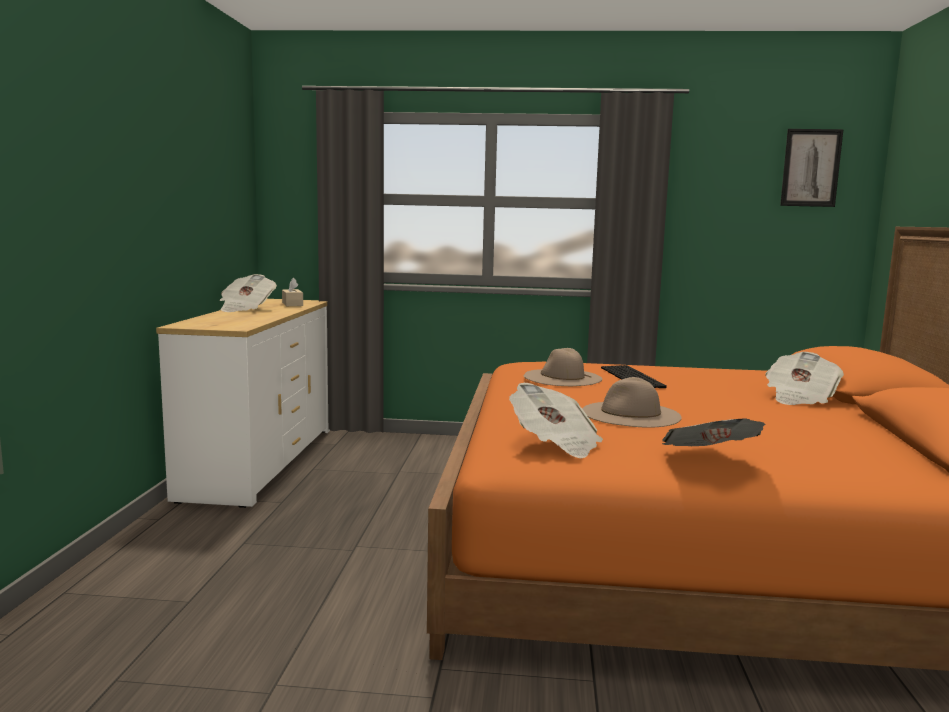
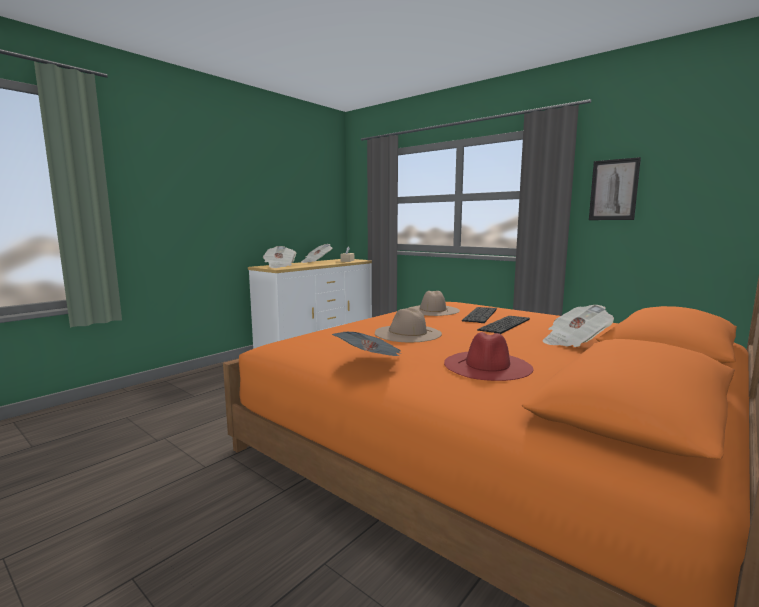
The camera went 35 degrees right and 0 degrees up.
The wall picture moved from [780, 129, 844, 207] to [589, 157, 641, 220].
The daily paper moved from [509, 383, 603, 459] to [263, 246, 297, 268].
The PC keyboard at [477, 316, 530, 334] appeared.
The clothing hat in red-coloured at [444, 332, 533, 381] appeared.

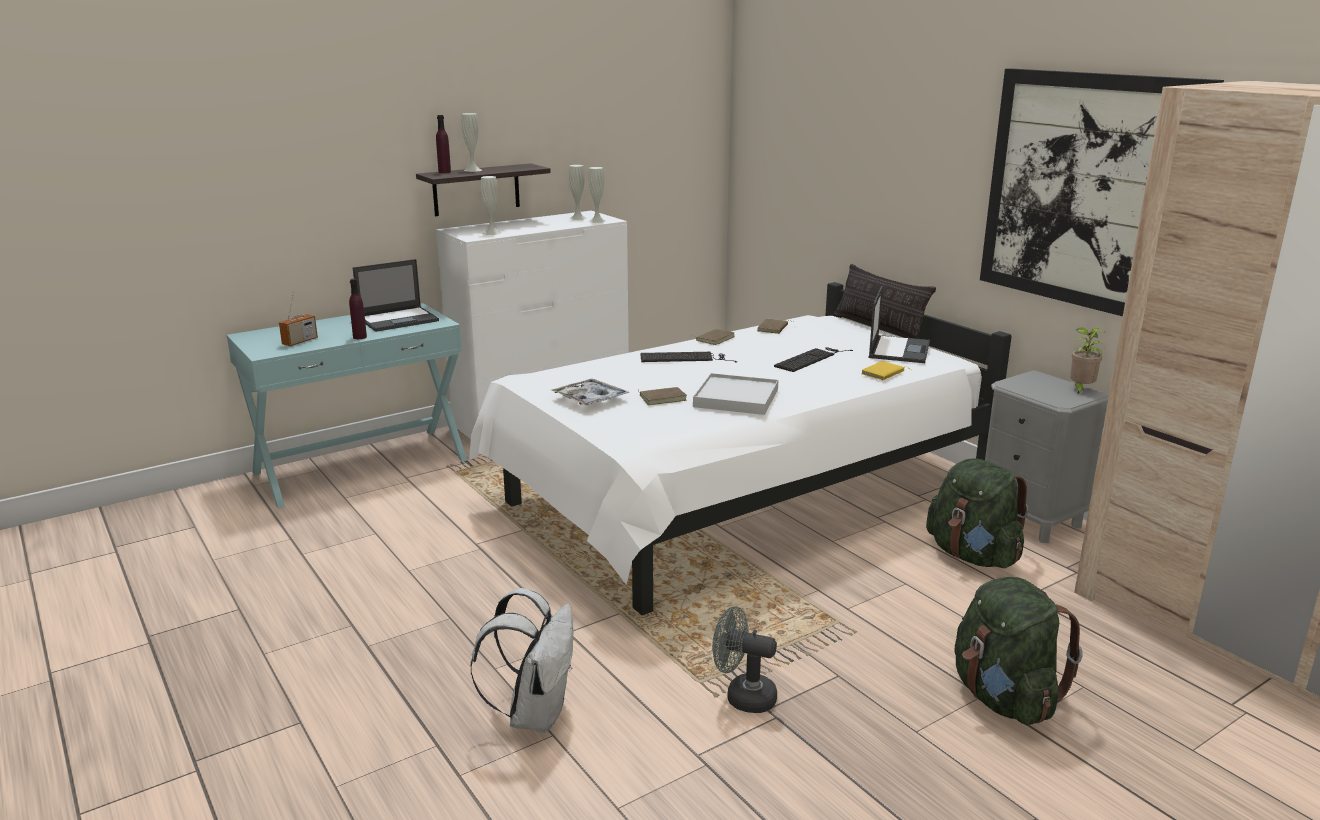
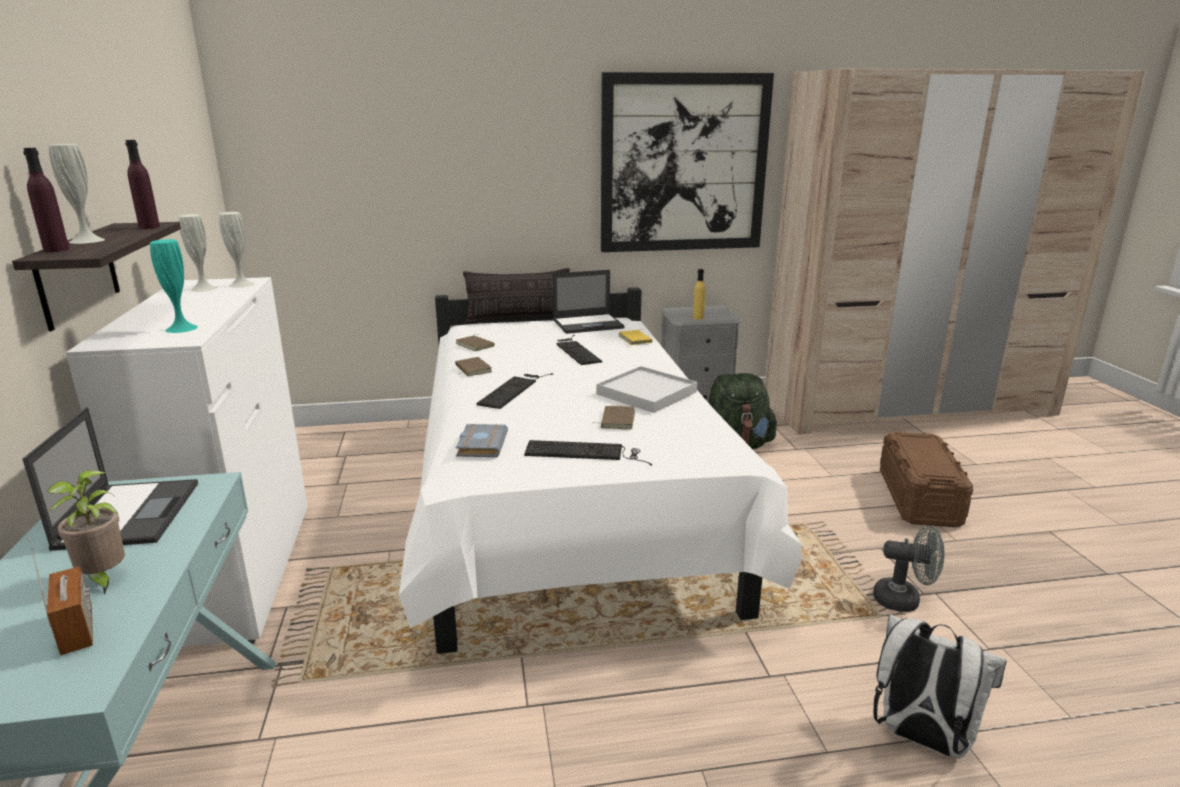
The camera went 65 degrees left and 0 degrees up.
The vase in white at [481, 176, 501, 235] became the vase in turquoise at [150, 239, 198, 333].
The drink bottle in purple-coloured moved from [349, 279, 367, 339] to [125, 140, 160, 229].
The laptop at [868, 286, 930, 363] turned 120 degrees clockwise.
The potted plant moved from [1070, 327, 1106, 394] to [46, 471, 125, 595].
The tray at [551, 379, 630, 406] was replaced by the PC keyboard at [524, 440, 652, 466].
The knapsack in green-coloured at [955, 577, 1083, 725] was replaced by the storage box in brown at [880, 431, 973, 527].
The electric fan in grey at [712, 606, 777, 713] turned 120 degrees counterclockwise.
The drink bottle in yellow at [693, 269, 705, 320] appeared.
The bound book in grey at [456, 424, 508, 457] appeared.

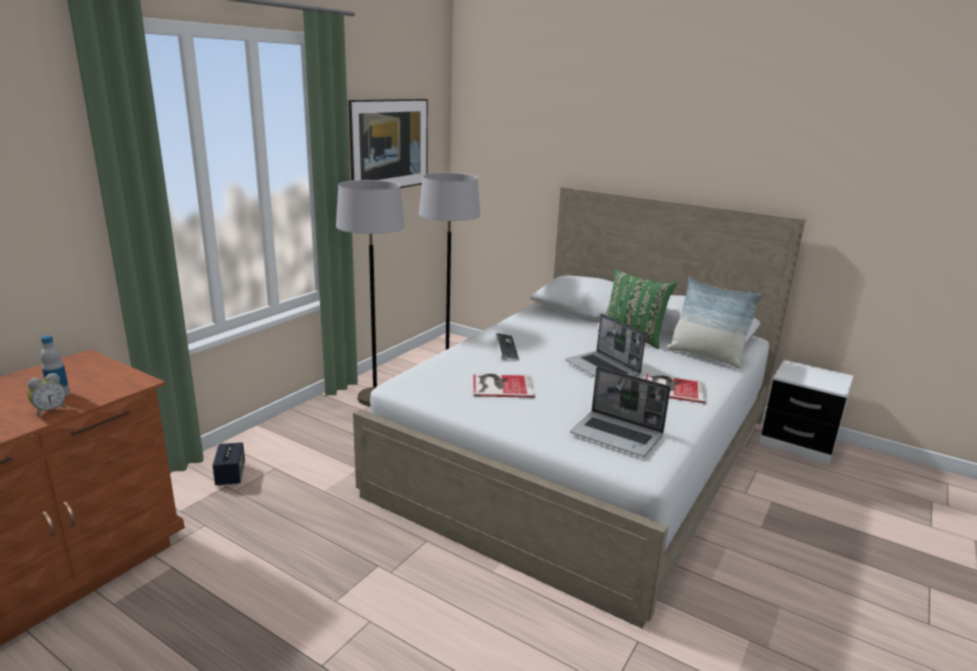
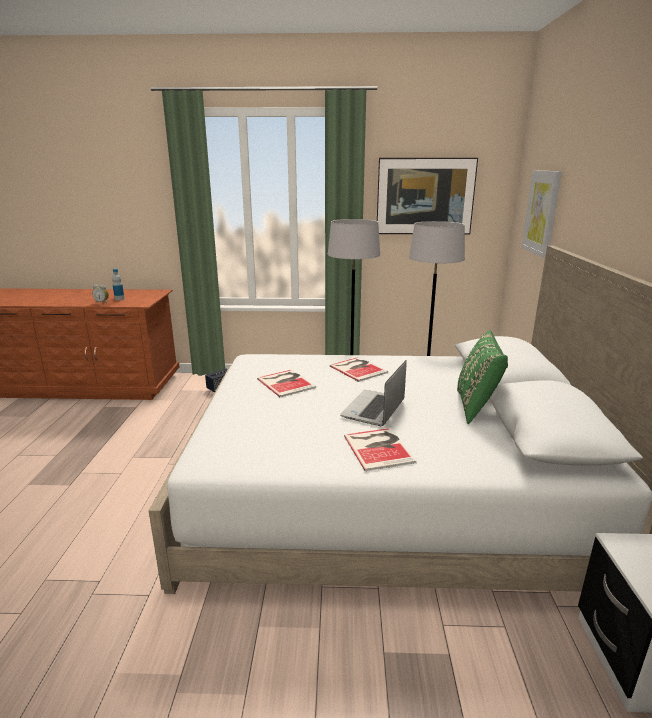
The camera went 60 degrees right and 0 degrees up.
The cushion at [667, 277, 763, 369] disappeared.
The PC keyboard at [496, 333, 519, 360] was replaced by the bound book at [330, 357, 388, 382].
The laptop at [570, 367, 670, 457] disappeared.
The wall picture at [522, 170, 562, 258] appeared.

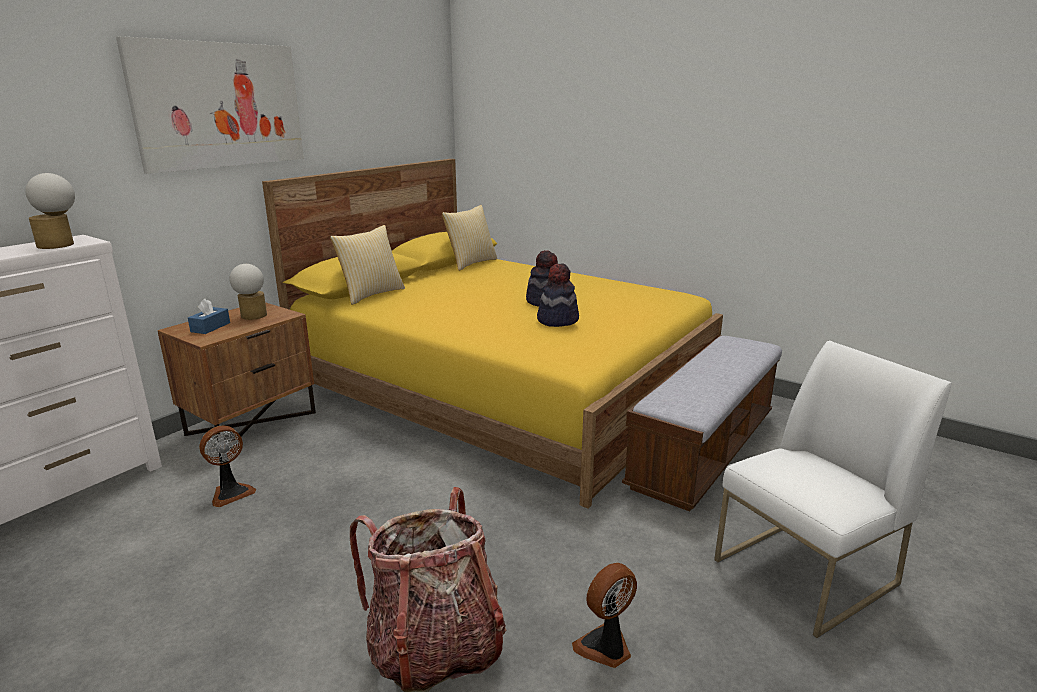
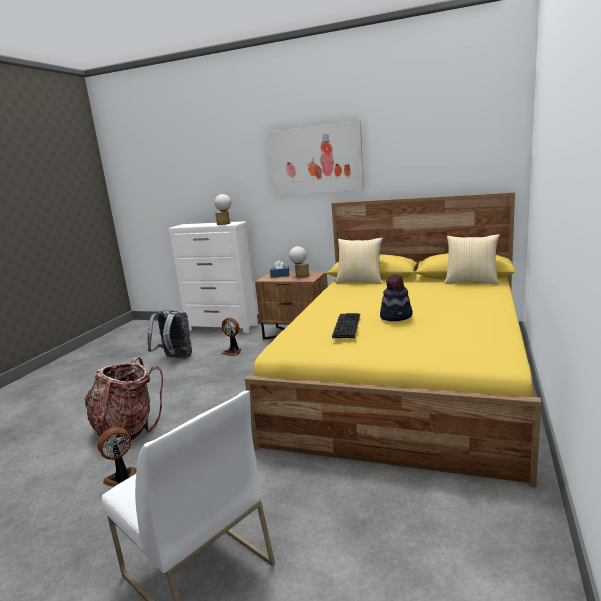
The camera went 75 degrees right and 5 degrees down.
The clothing hat at [537, 263, 579, 327] was replaced by the PC keyboard at [332, 313, 360, 339].
The bench at [622, 335, 782, 512] disappeared.
The electric fan at [572, 563, 637, 668] turned 75 degrees counterclockwise.
The knapsack in grey at [147, 310, 192, 358] appeared.

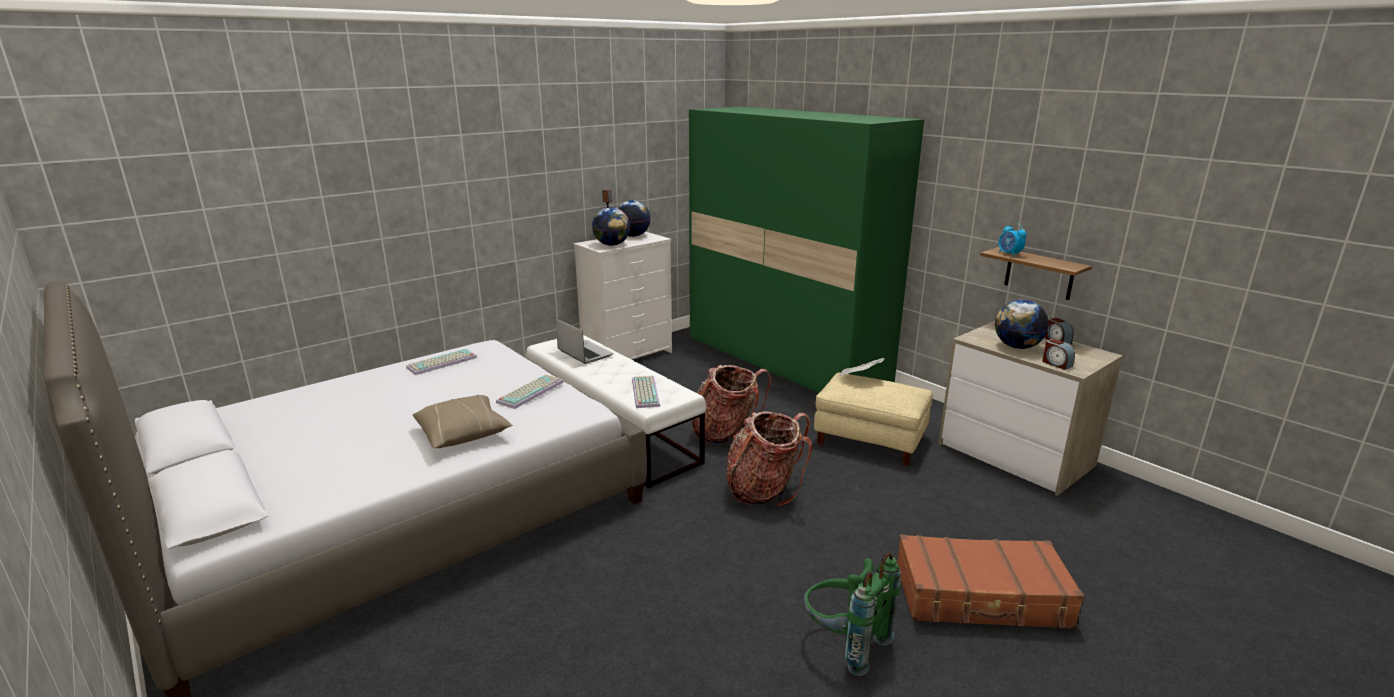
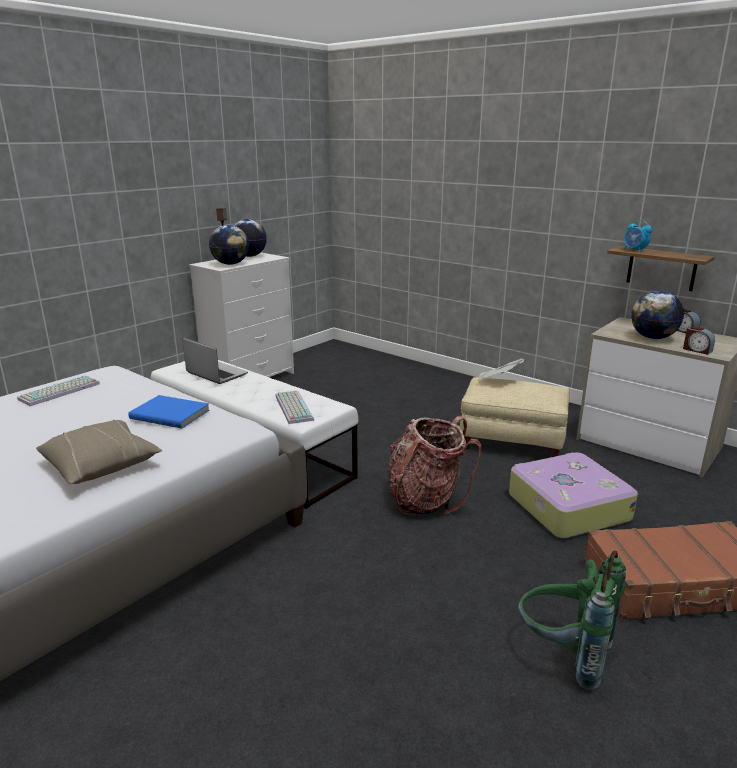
The camera went 10 degrees left and 0 degrees up.
The clothes cupboard in green-coloured at [689, 107, 924, 393] disappeared.
The knapsack at [692, 365, 771, 444] disappeared.
The PC keyboard at [496, 374, 564, 409] was replaced by the bound book in blue at [128, 395, 209, 429].
The piece of luggage at [509, 452, 638, 538] appeared.

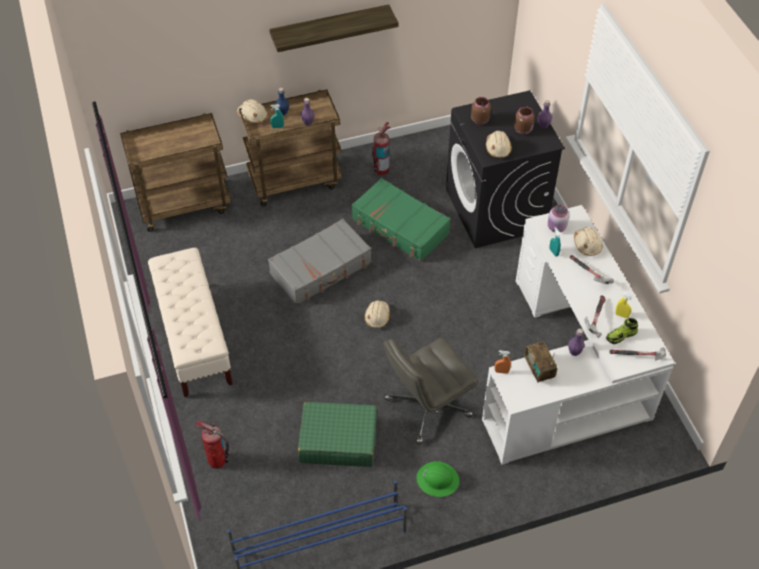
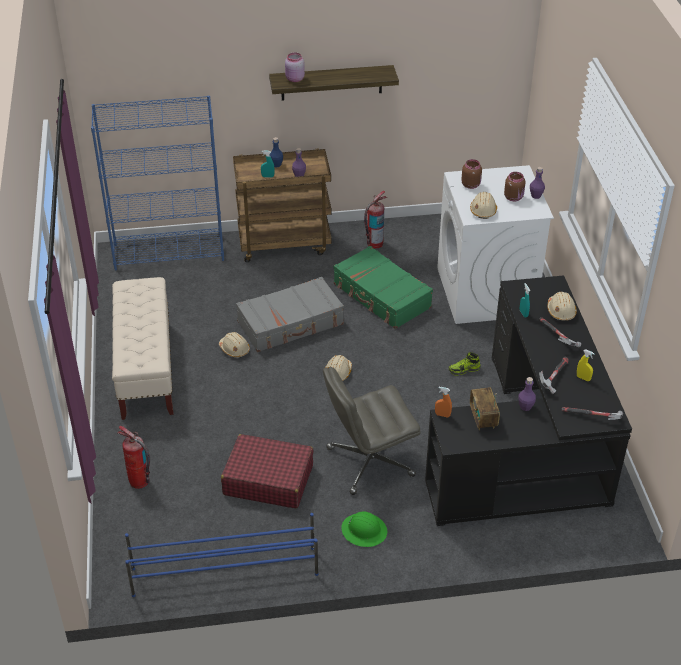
The camera went 10 degrees right and 10 degrees down.
The laundry appliance in black at [446, 90, 565, 248] became the laundry appliance in white at [437, 165, 554, 324].
The hard hat in beige-coloured moved from [237, 99, 268, 123] to [219, 332, 250, 358].
The cart in brown at [120, 113, 231, 232] was replaced by the bookshelf in blue at [91, 96, 224, 270].
The desk unit in white at [482, 205, 675, 465] became the desk unit in black at [425, 275, 632, 526].
The preserve jar in pink moved from [548, 205, 569, 233] to [285, 53, 305, 82].
The shoe moved from [606, 318, 638, 344] to [449, 352, 481, 375].
The piece of luggage in green-coloured at [298, 402, 377, 467] became the piece of luggage in red-coloured at [221, 434, 314, 508].

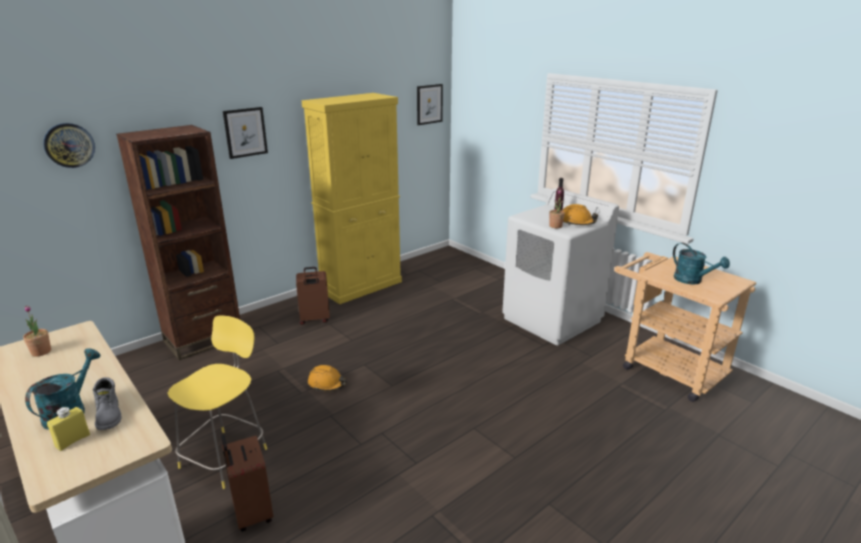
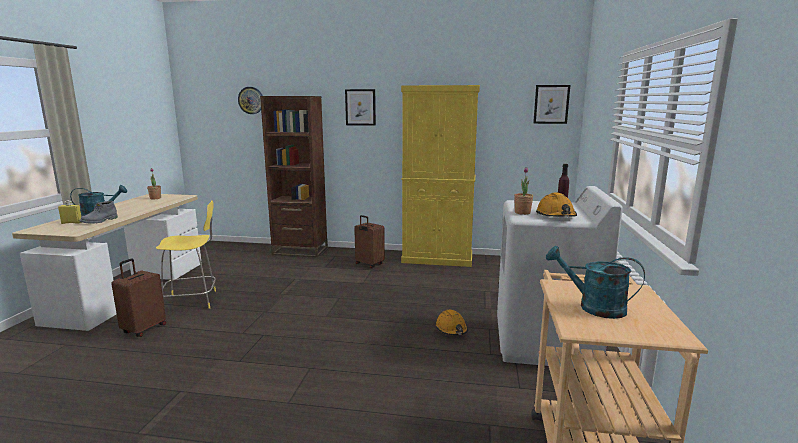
The camera went 50 degrees right and 10 degrees down.
The sprinkling can in turquoise at [673, 243, 730, 285] turned 105 degrees clockwise.
The hard hat in orange-coloured moved from [308, 365, 347, 391] to [436, 309, 468, 335].

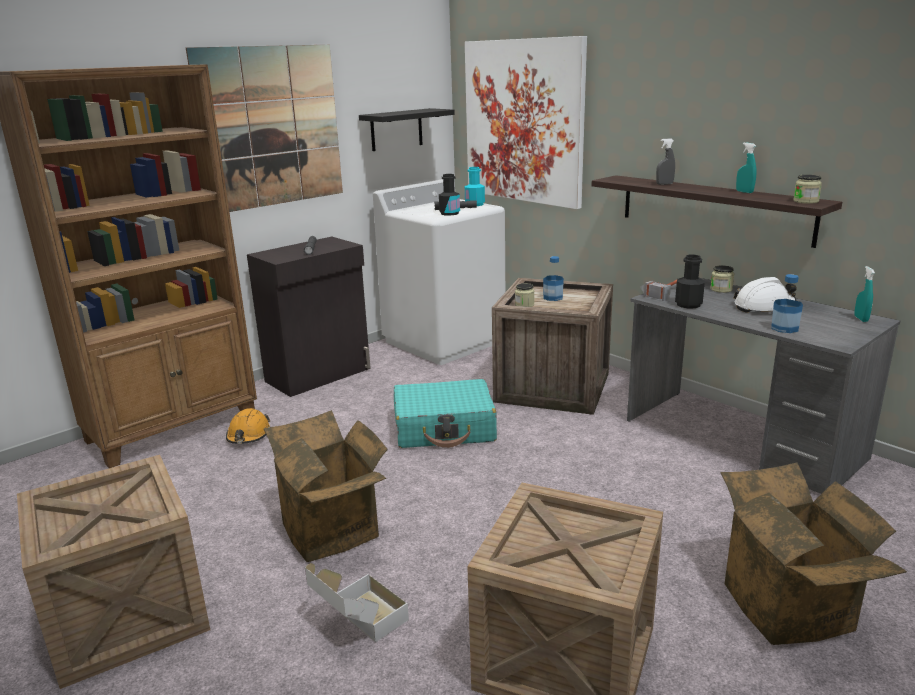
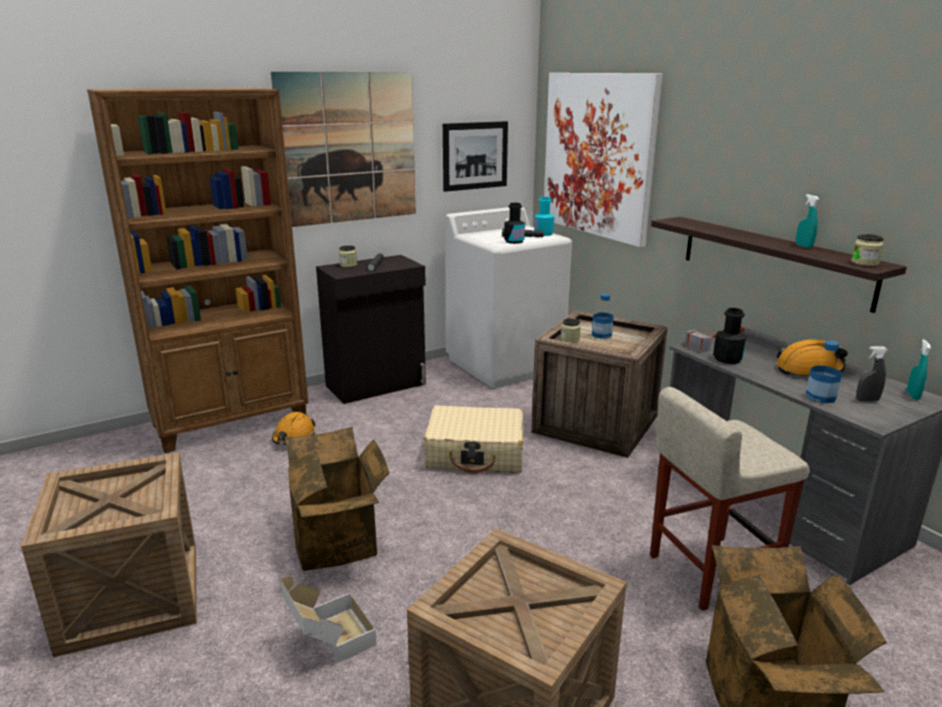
The camera went 10 degrees right and 0 degrees up.
The wall shelf in black at [359, 108, 455, 151] was replaced by the wall picture at [443, 121, 508, 192].
The hand sprayer in grey moved from [656, 138, 675, 185] to [856, 346, 888, 402].
The preserve jar moved from [710, 265, 734, 293] to [339, 245, 357, 267].
The hard hat in white at [734, 277, 797, 313] became the hard hat in orange-coloured at [776, 339, 848, 376].
The piece of luggage in turquoise at [394, 379, 497, 448] became the piece of luggage in beige-coloured at [424, 405, 524, 474].
The stool in beige-coloured at [650, 387, 810, 611] appeared.

